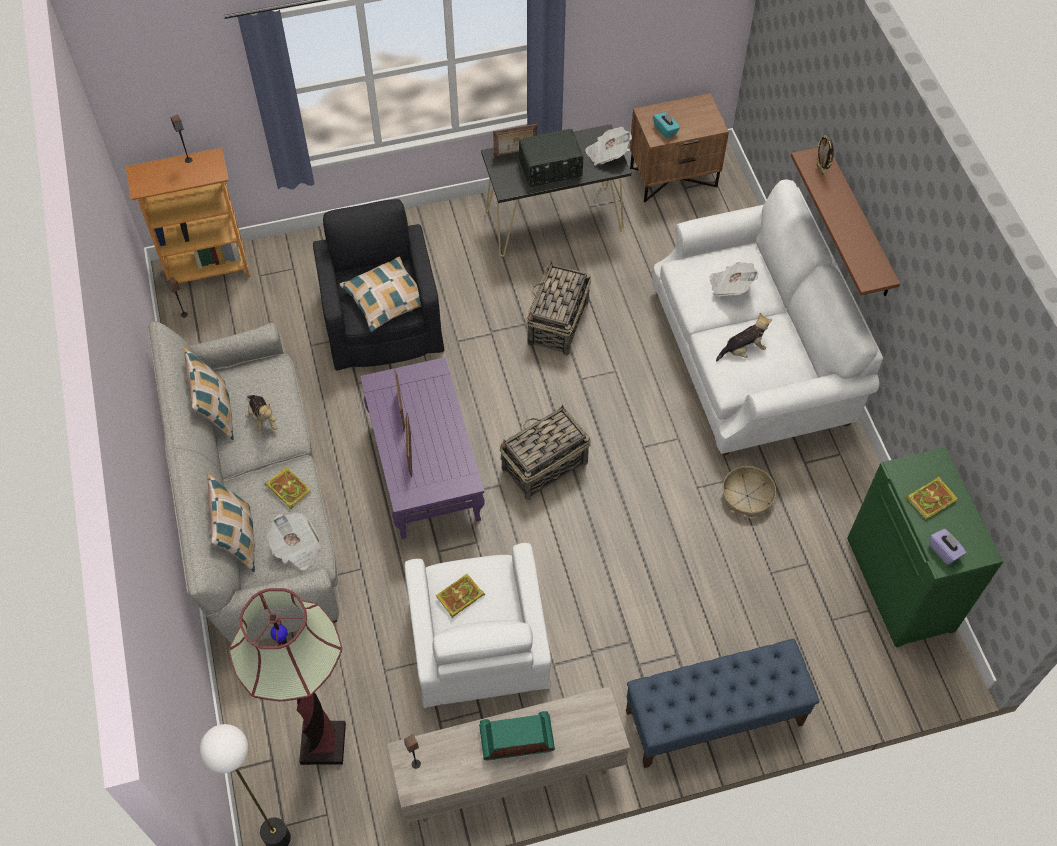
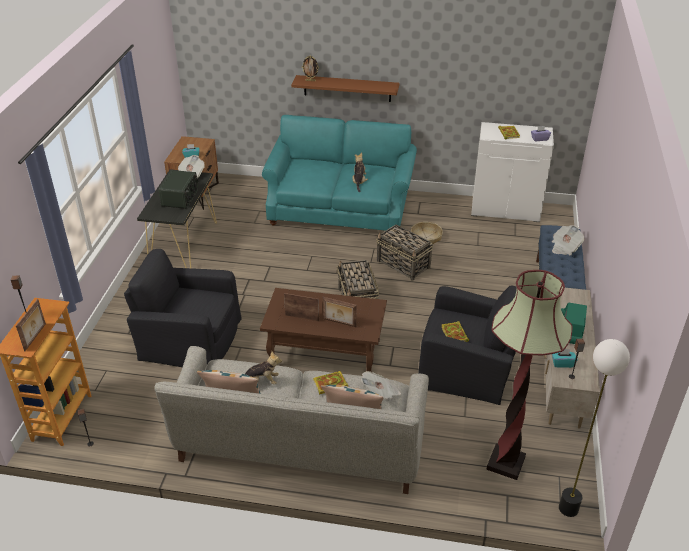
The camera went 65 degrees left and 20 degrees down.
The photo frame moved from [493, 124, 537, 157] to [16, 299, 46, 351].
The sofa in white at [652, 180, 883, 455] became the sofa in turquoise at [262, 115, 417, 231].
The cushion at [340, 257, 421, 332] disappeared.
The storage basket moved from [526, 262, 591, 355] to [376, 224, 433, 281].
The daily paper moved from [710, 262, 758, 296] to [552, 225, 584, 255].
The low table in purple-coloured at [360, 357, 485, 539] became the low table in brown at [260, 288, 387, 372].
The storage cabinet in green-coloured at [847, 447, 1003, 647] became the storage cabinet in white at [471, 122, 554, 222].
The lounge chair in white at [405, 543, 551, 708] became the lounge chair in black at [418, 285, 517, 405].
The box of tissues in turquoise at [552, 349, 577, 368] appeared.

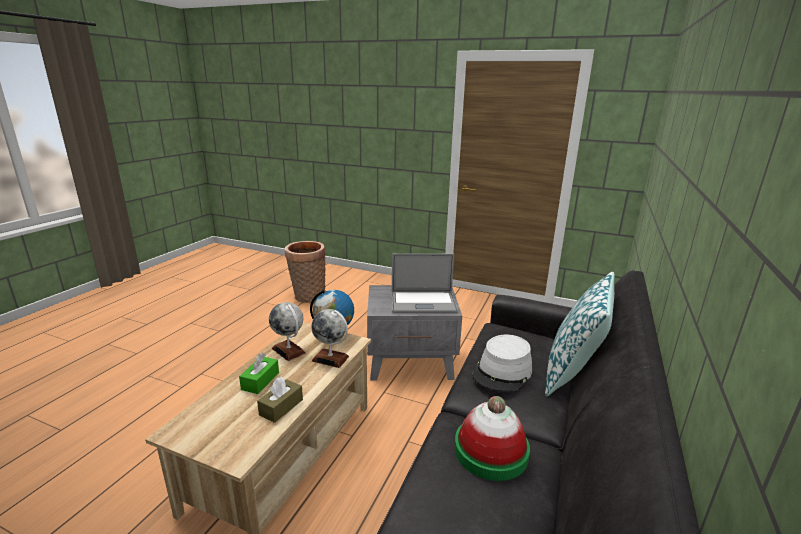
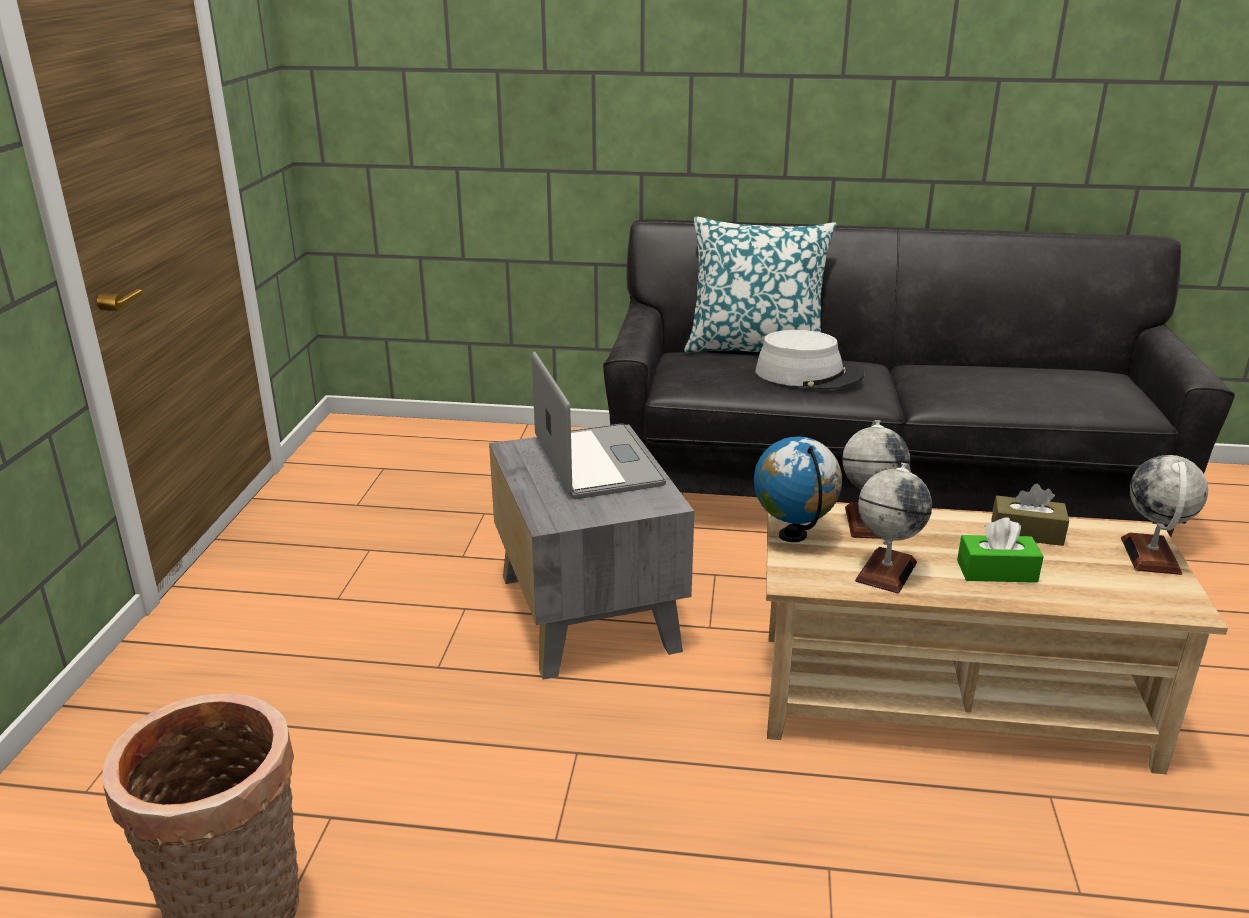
The camera went 105 degrees left and 5 degrees up.
The clothing hat at [454, 396, 530, 481] disappeared.
The globe at [1121, 455, 1208, 575] appeared.

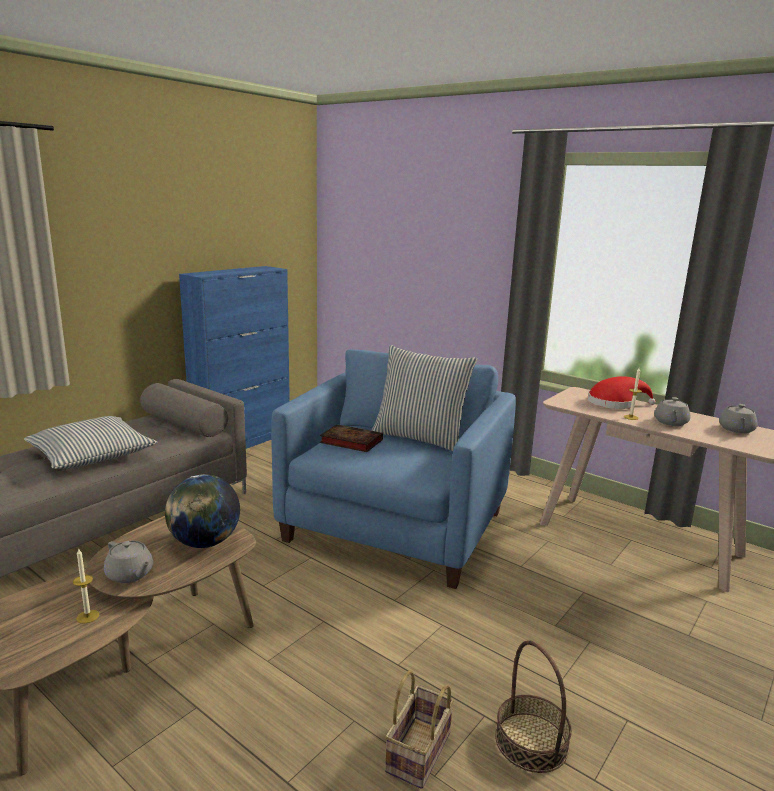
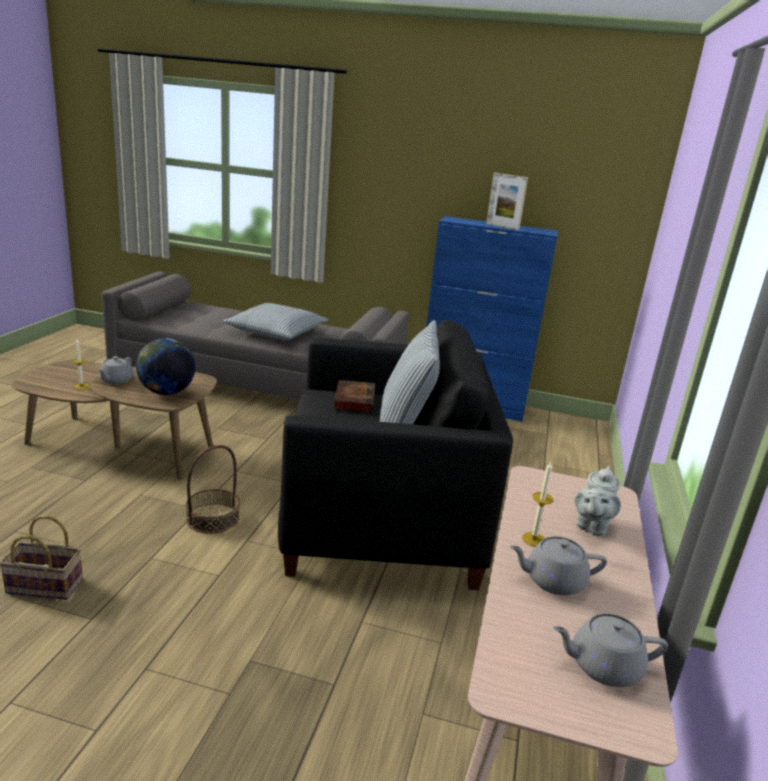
The camera went 65 degrees right and 5 degrees up.
The lounge chair in blue at [271, 349, 516, 589] became the lounge chair in black at [278, 320, 513, 590].
The clothing hat in red-coloured at [588, 376, 656, 409] was replaced by the pot for tea in grey at [575, 466, 621, 536].
The storage basket moved from [495, 640, 572, 773] to [185, 445, 240, 534].
The photo frame at [486, 172, 528, 230] appeared.

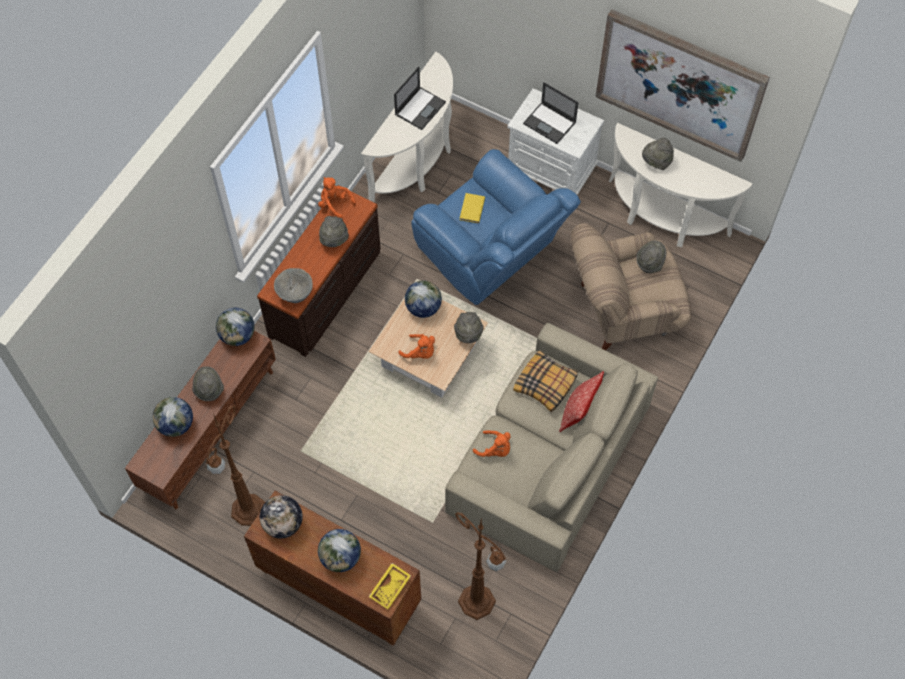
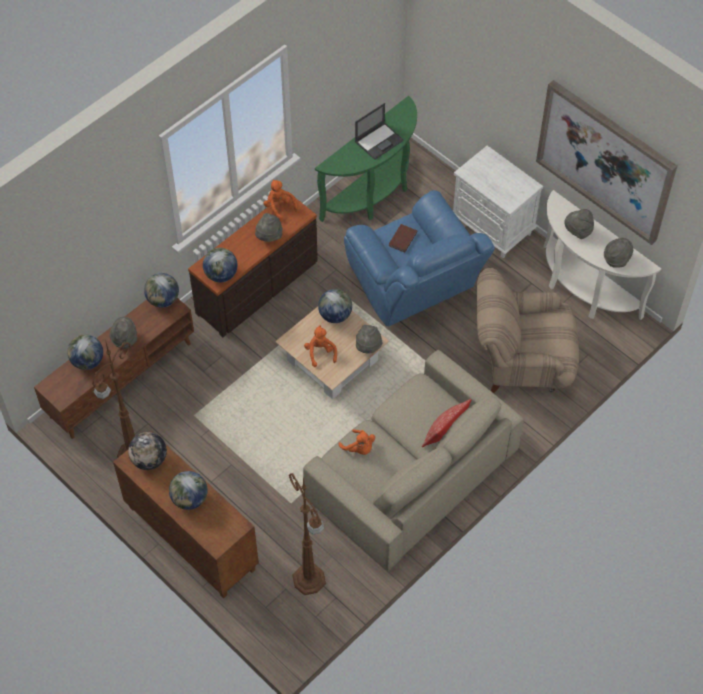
The camera went 15 degrees right and 5 degrees down.
The narrow table in white at [361, 52, 453, 202] became the narrow table in green-coloured at [315, 96, 417, 222].
The laptop at [523, 82, 579, 144] disappeared.
The bound book in yellow at [460, 193, 485, 223] became the bound book in brown at [389, 224, 417, 253].
The clothing hat in grey moved from [636, 241, 666, 273] to [604, 238, 633, 268].
The bowl in grey at [274, 268, 313, 303] was replaced by the globe at [203, 248, 238, 282].
The cuddly toy in orange-coloured at [399, 334, 435, 359] turned 150 degrees counterclockwise.
The cushion at [513, 350, 578, 412] disappeared.
The tray in yellow at [368, 563, 411, 609] disappeared.

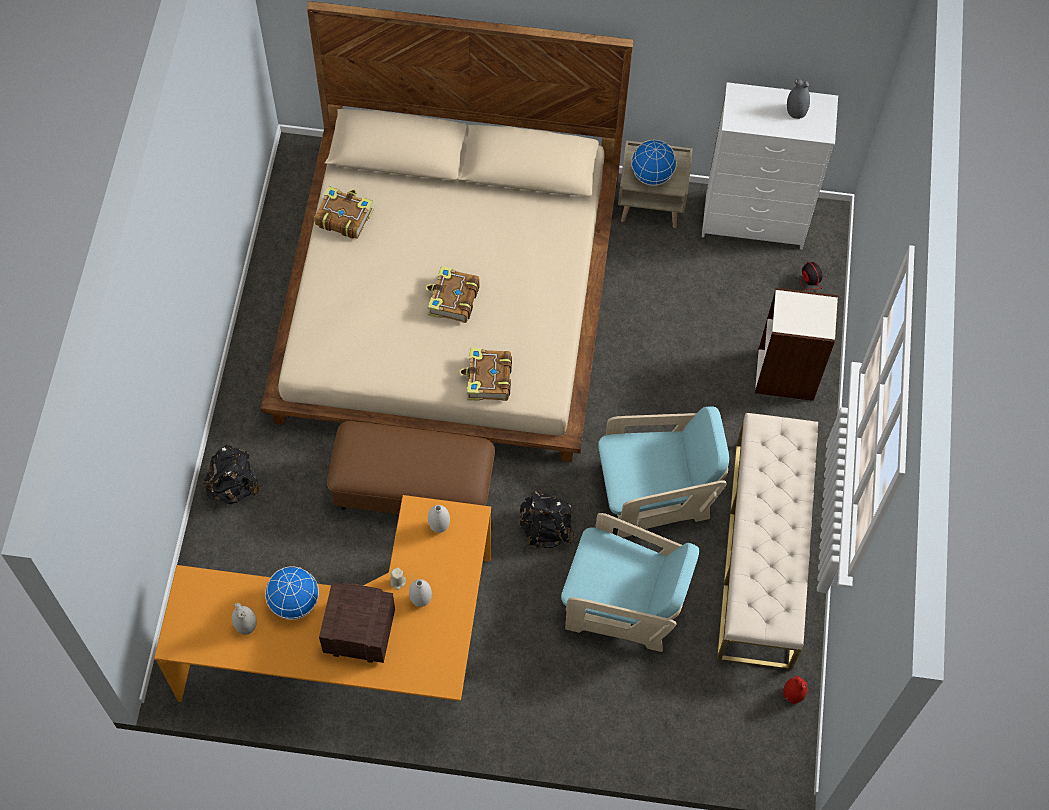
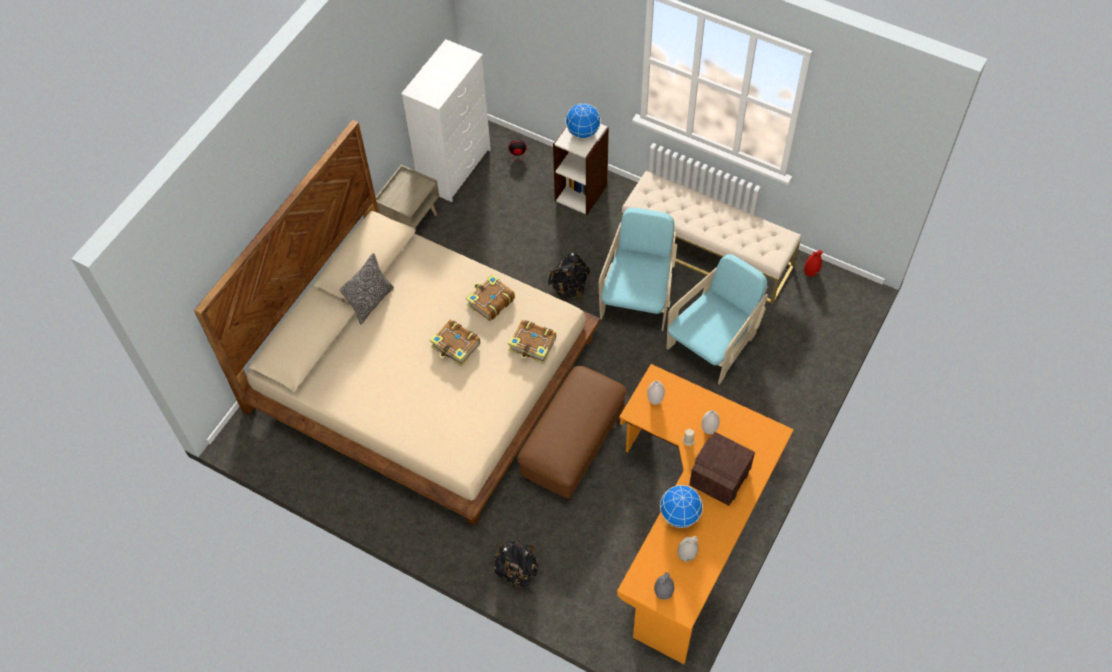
The camera went 65 degrees left and 5 degrees down.
The vase in grey moved from [787, 78, 810, 119] to [654, 572, 674, 600].
The globe moved from [631, 140, 677, 185] to [565, 103, 601, 138].
The bound book moved from [314, 186, 374, 239] to [466, 274, 515, 321].
The knapsack in black moved from [520, 489, 575, 549] to [548, 253, 591, 300].
The cushion at [340, 253, 394, 325] appeared.

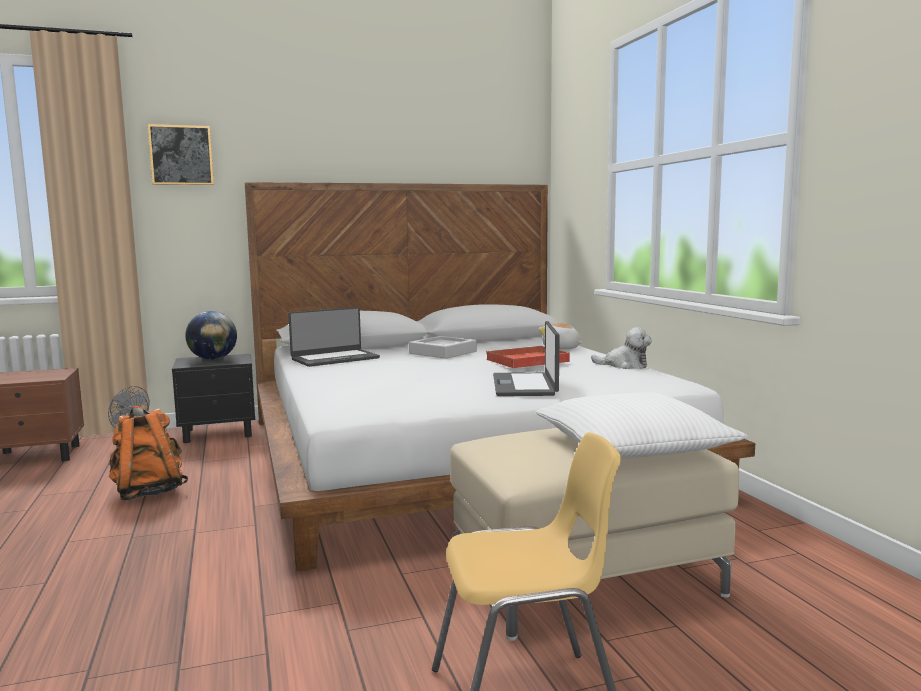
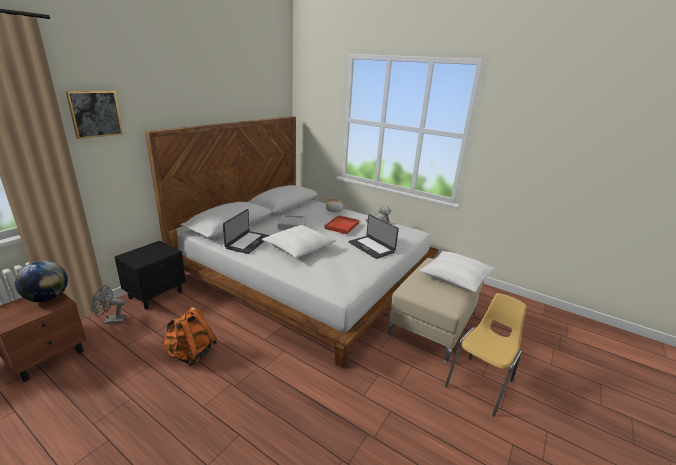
The camera went 40 degrees left and 15 degrees up.
The globe moved from [185, 311, 237, 360] to [15, 261, 68, 302].
The cushion in white at [262, 225, 336, 258] appeared.

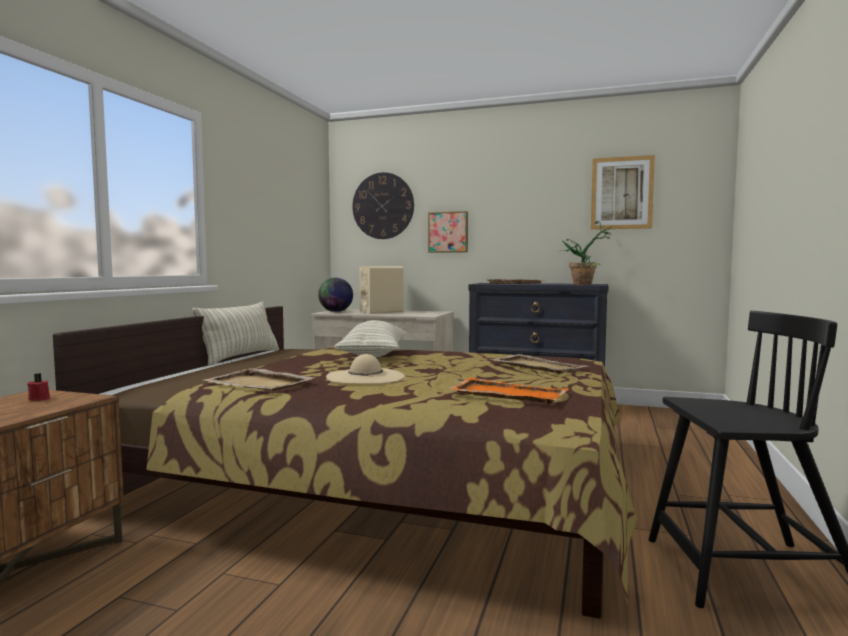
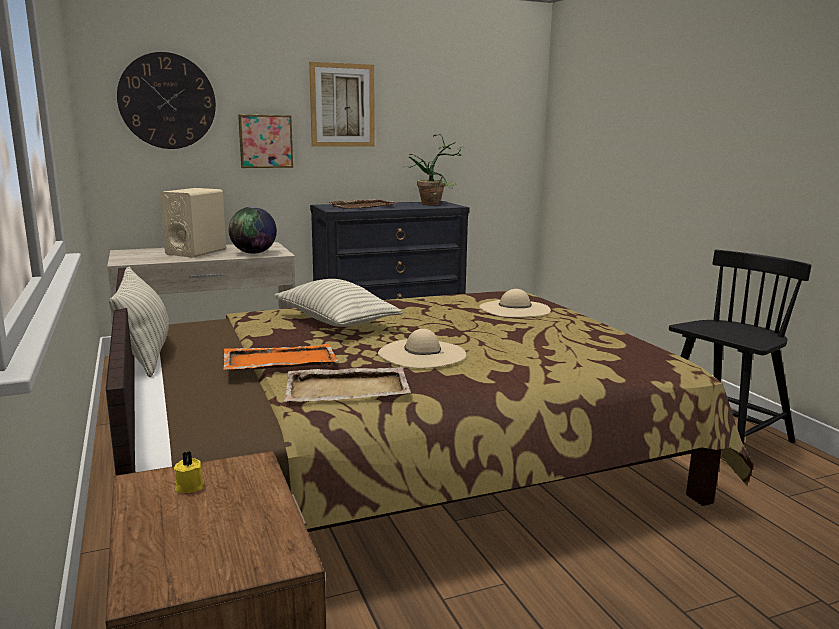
The camera went 40 degrees left and 10 degrees up.
The wall picture moved from [591, 155, 655, 230] to [309, 62, 375, 147].
The globe moved from [318, 278, 353, 312] to [229, 207, 277, 254].
The tray in beige-coloured at [491, 354, 588, 374] was replaced by the clothing hat in beige-coloured at [479, 289, 551, 317].
The wax candle in red-coloured at [27, 373, 50, 401] became the wax candle in yellow at [174, 451, 204, 493].
The tray in orange-coloured moved from [448, 378, 568, 404] to [223, 344, 338, 370].

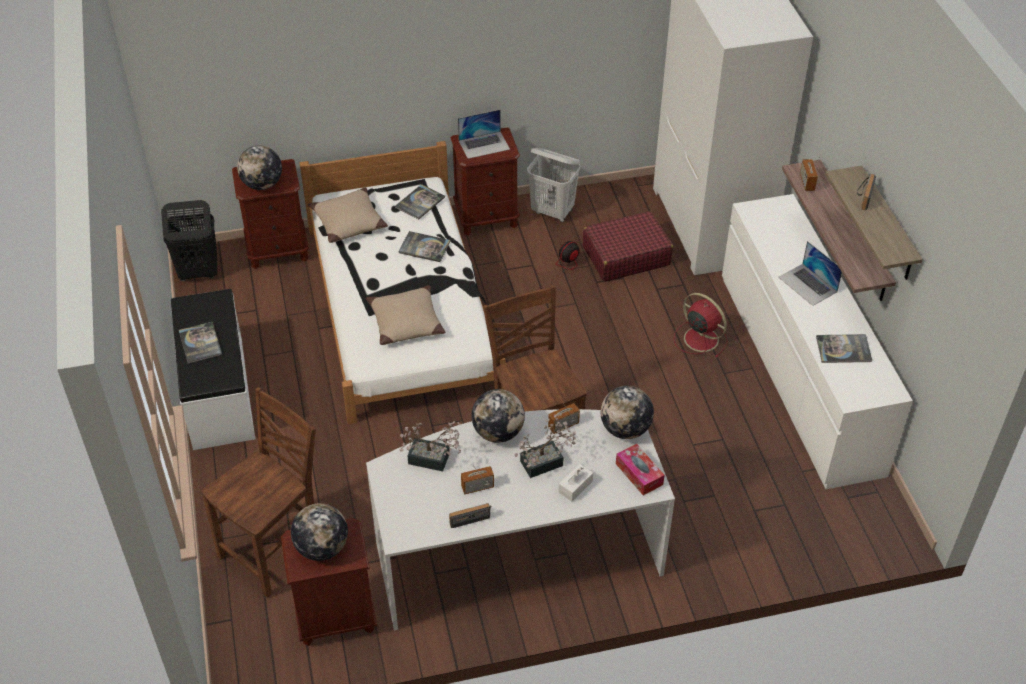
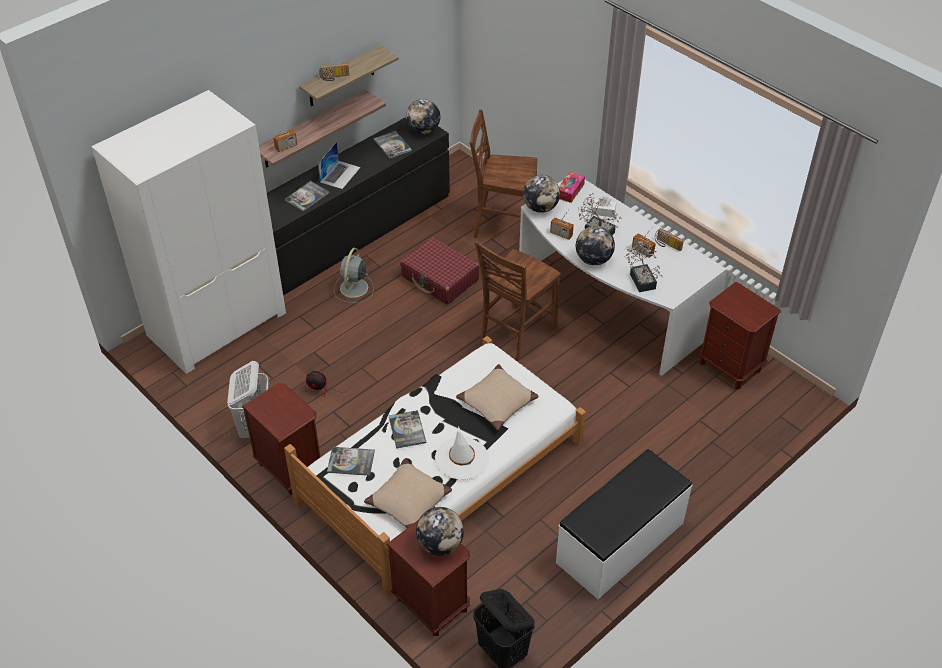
The camera went 120 degrees left and 0 degrees up.
The laptop at [458, 110, 510, 159] disappeared.
The chest of drawers in white at [722, 194, 913, 489] became the chest of drawers in black at [267, 117, 450, 296].
The piece of luggage in red-coloured moved from [583, 211, 673, 282] to [400, 237, 479, 305].
The electric fan in red-coloured at [674, 293, 727, 358] became the electric fan in grey at [334, 248, 374, 303].
The bound book moved from [179, 322, 222, 363] to [285, 181, 329, 212].
The chair in brown moved from [201, 387, 316, 598] to [469, 110, 538, 238].
The globe moved from [291, 503, 348, 561] to [406, 99, 440, 134].
The clothing hat in white at [435, 426, 489, 480] appeared.

